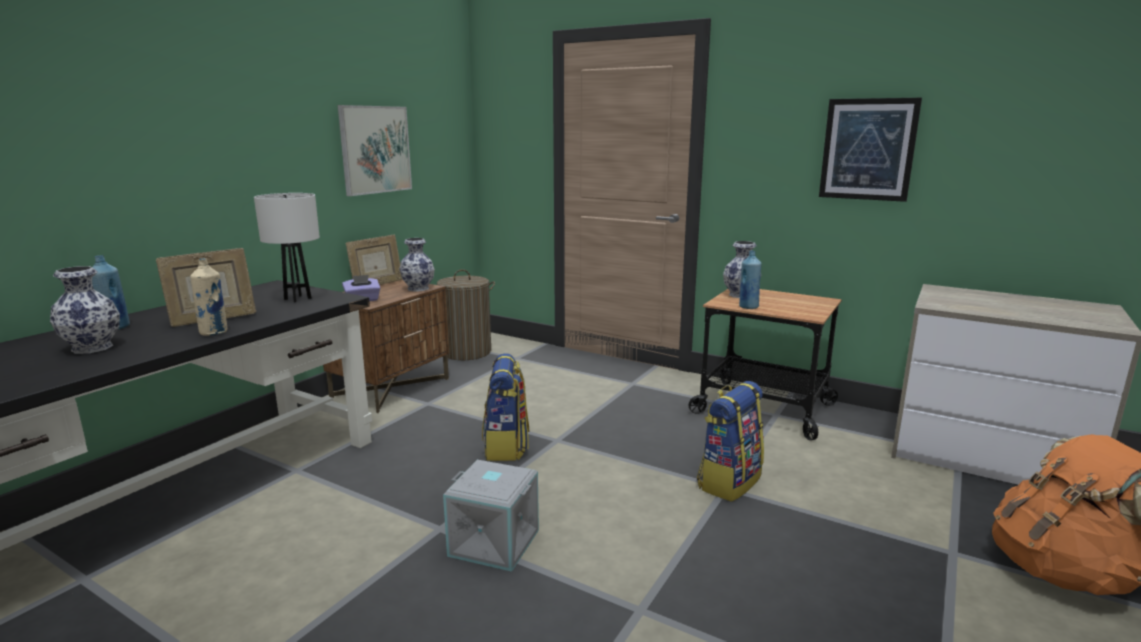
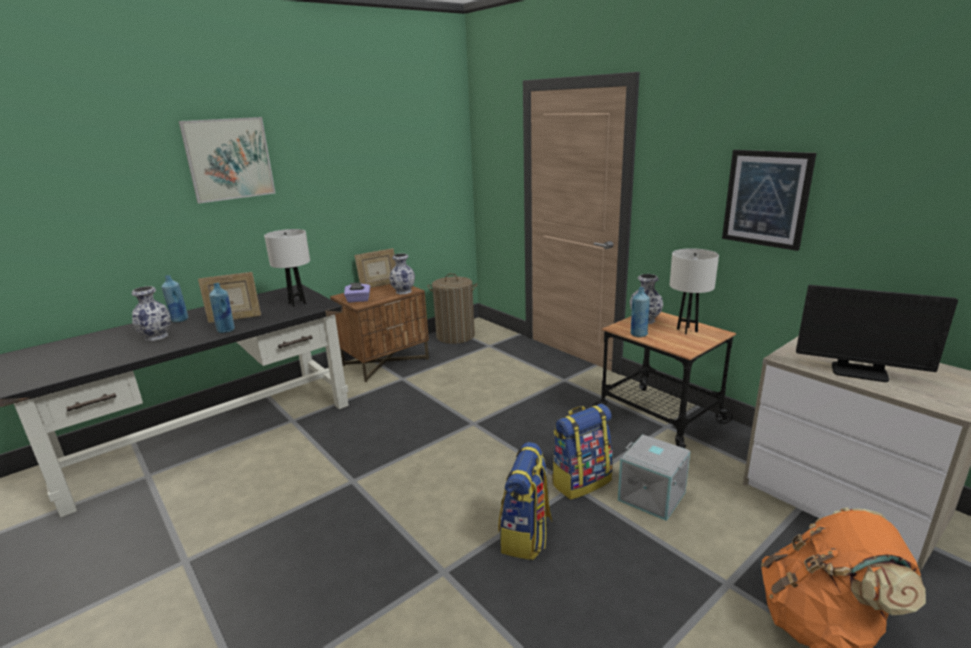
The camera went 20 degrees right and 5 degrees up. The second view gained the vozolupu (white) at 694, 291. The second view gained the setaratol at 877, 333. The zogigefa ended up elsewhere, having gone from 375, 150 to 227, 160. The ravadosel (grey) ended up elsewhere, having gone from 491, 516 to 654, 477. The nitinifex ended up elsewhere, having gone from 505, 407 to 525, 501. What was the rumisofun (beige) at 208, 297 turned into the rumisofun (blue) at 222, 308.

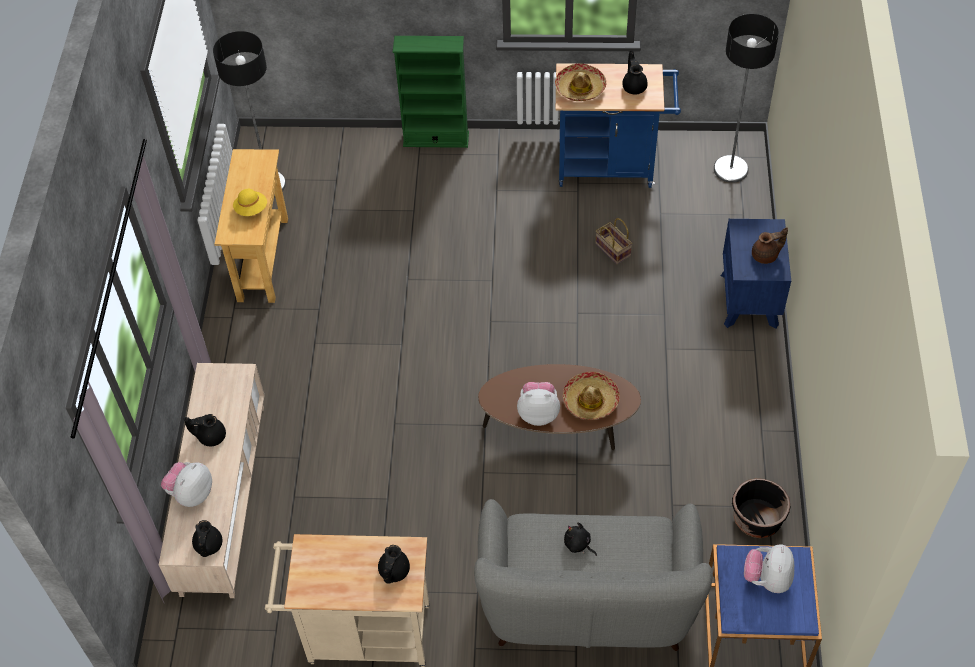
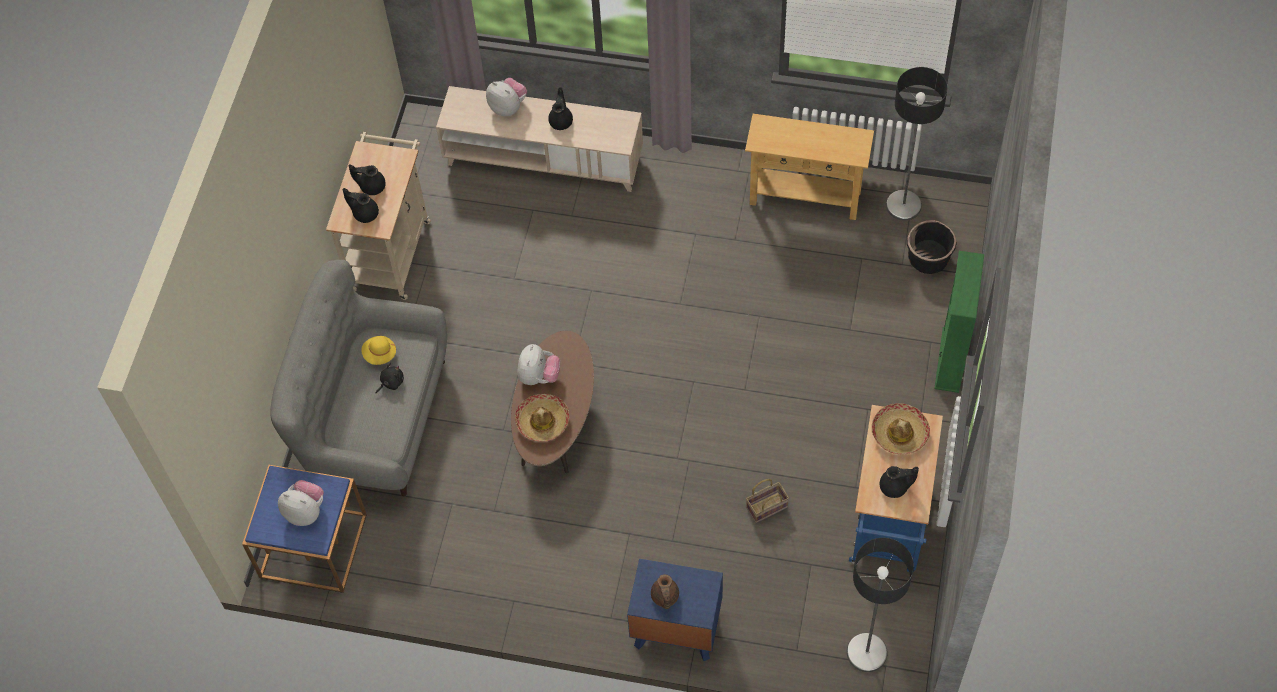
The camera went 100 degrees right and 5 degrees up. The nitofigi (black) ended up elsewhere, having gone from 207, 538 to 367, 179. The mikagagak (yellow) ended up elsewhere, having gone from 250, 202 to 378, 350. The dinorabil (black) ended up elsewhere, having gone from 761, 508 to 932, 247.

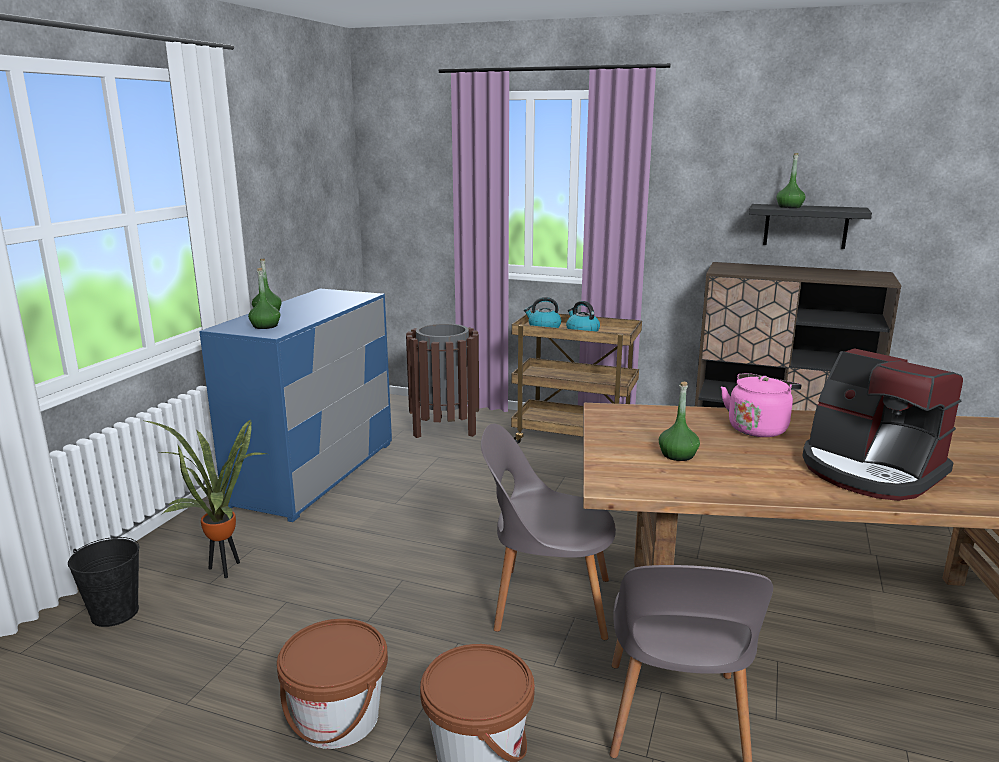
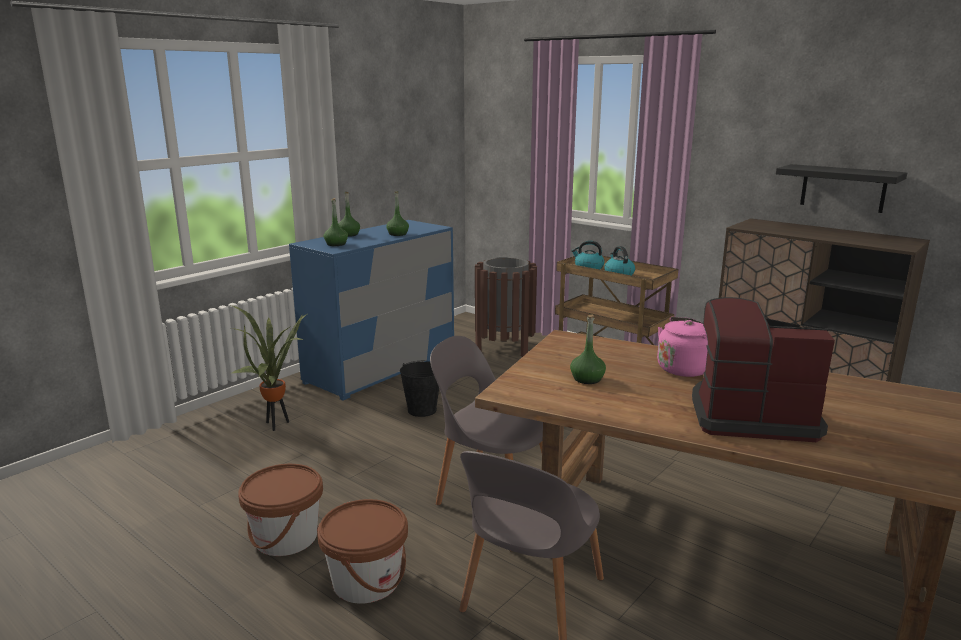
The camera went 20 degrees right and 0 degrees up. The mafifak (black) ended up elsewhere, having gone from 103, 582 to 419, 389. The rumisofun (green) ended up elsewhere, having gone from 791, 180 to 397, 213. The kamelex at 883, 424 ended up facing another way, 120 degrees clockwise from before.

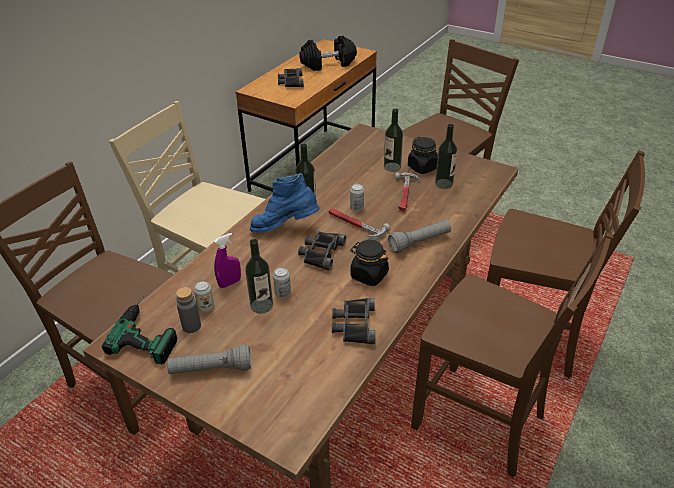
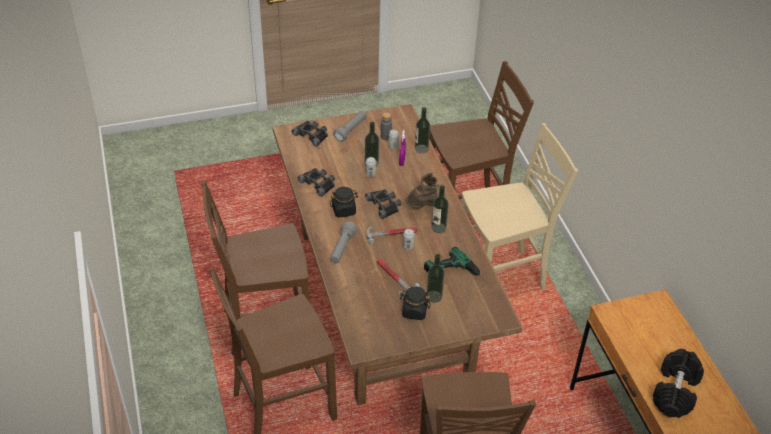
The camera went 130 degrees right and 5 degrees up. The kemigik ended up elsewhere, having gone from 139, 330 to 454, 264. The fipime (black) ended up elsewhere, having gone from 291, 77 to 310, 134. The rumisofun ended up elsewhere, having gone from 446, 156 to 422, 130. What was the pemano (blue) at 284, 203 turned into the pemano (brown) at 424, 190.

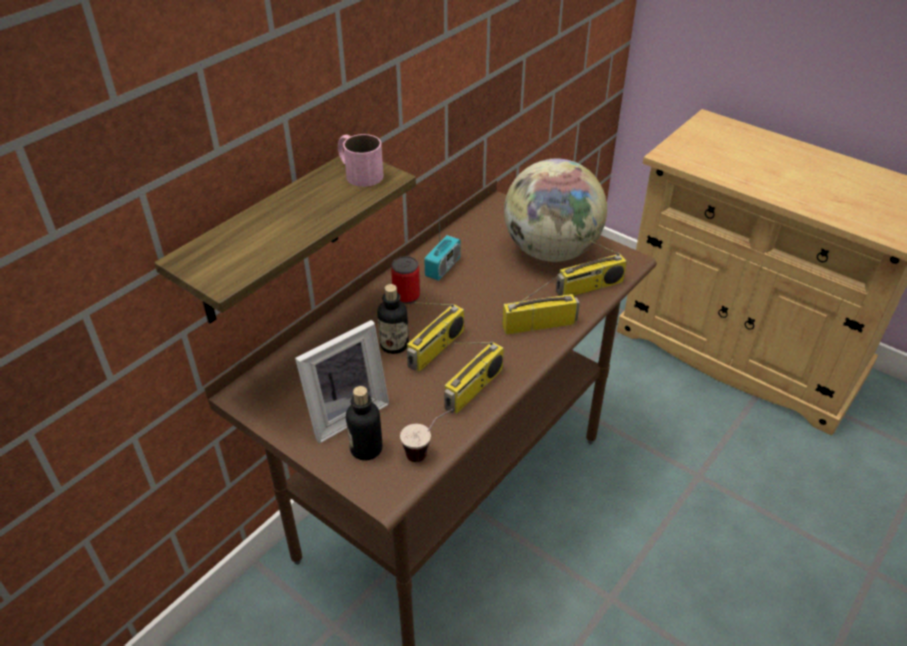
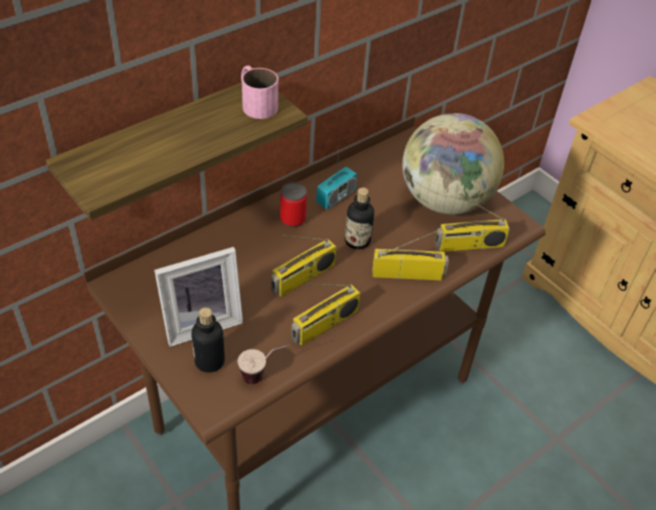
The camera went 10 degrees right and 5 degrees up. The rumisofun ended up elsewhere, having gone from 393, 319 to 359, 219.

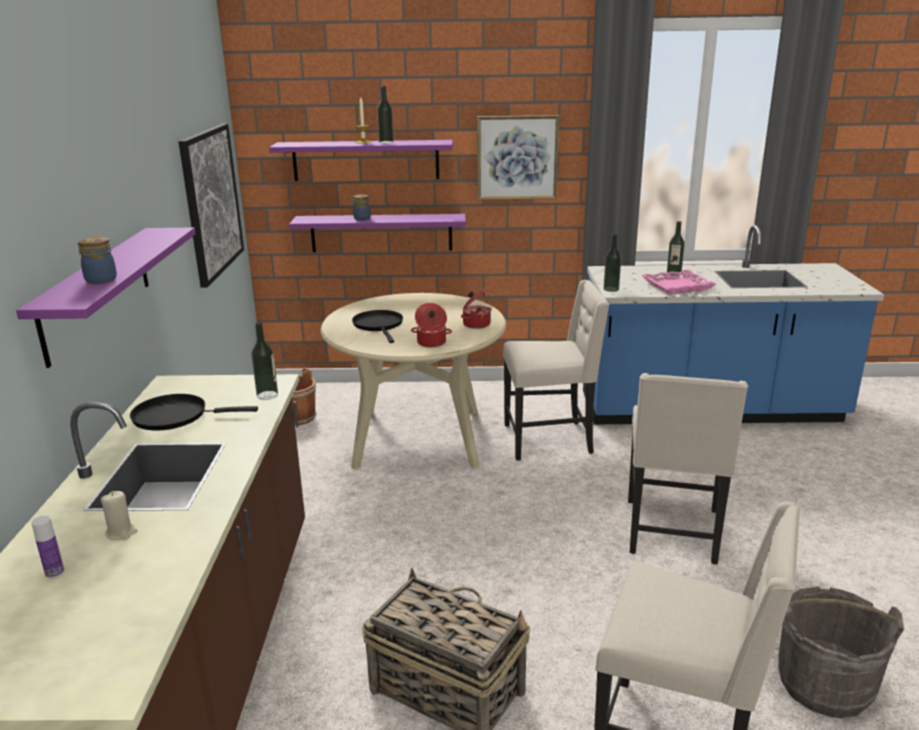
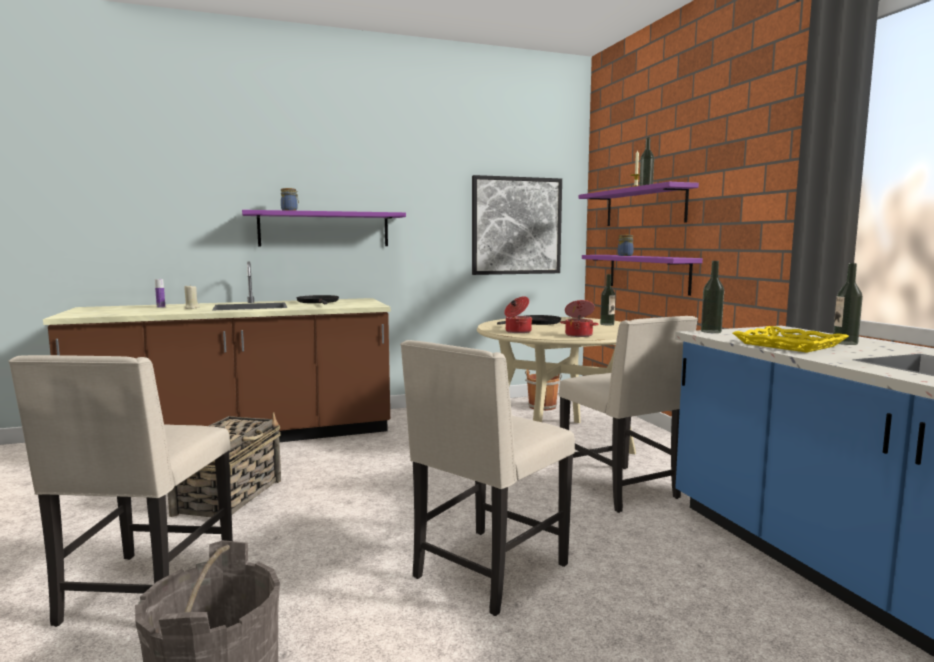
The camera went 70 degrees right and 15 degrees down. The second view lost the zogigefa at 518, 157. The rumisofun ended up elsewhere, having gone from 264, 361 to 607, 299. What was the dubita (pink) at 679, 282 turned into the dubita (yellow) at 791, 339. The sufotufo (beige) at 688, 468 ended up facing another way, 45 degrees counterclockwise from before.

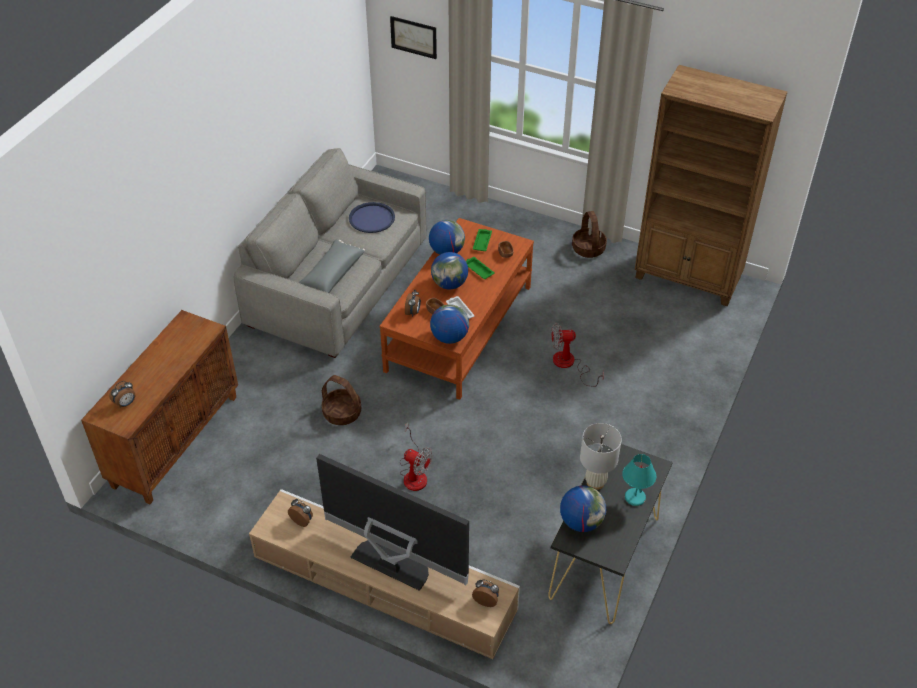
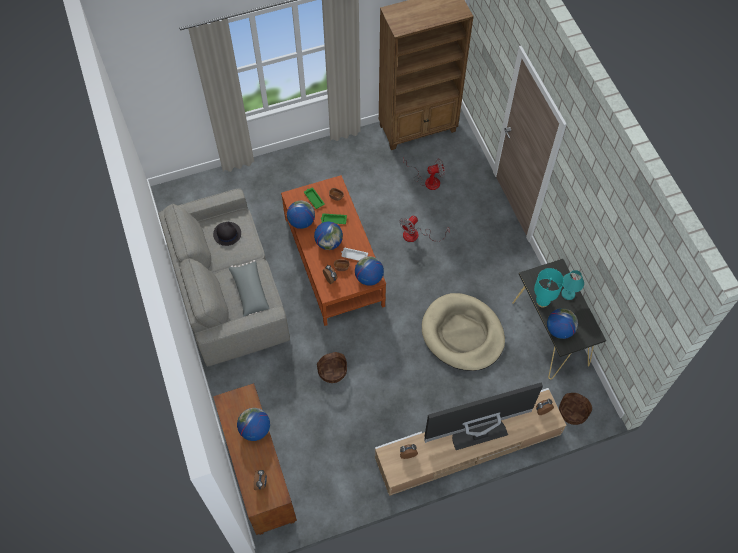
The camera went 45 degrees left and 15 degrees up. The second view lost the zogigefa at 413, 37. The second view gained the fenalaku at 253, 424. The second view gained the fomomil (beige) at 463, 332. The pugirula ended up elsewhere, having gone from 416, 456 to 424, 173. The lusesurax ended up elsewhere, having gone from 589, 234 to 575, 409. Where the dubita (blue) stood at 372, 217, the mikagagak (black) came to stand at 227, 234. What was the vozolupu (white) at 601, 456 turned into the vozolupu (turquoise) at 549, 287.

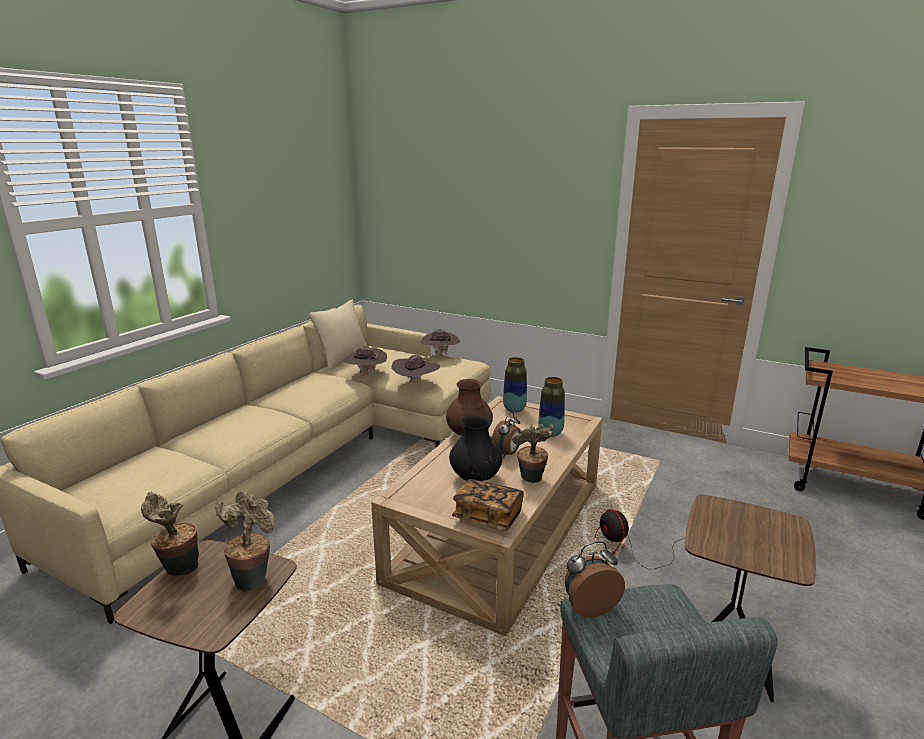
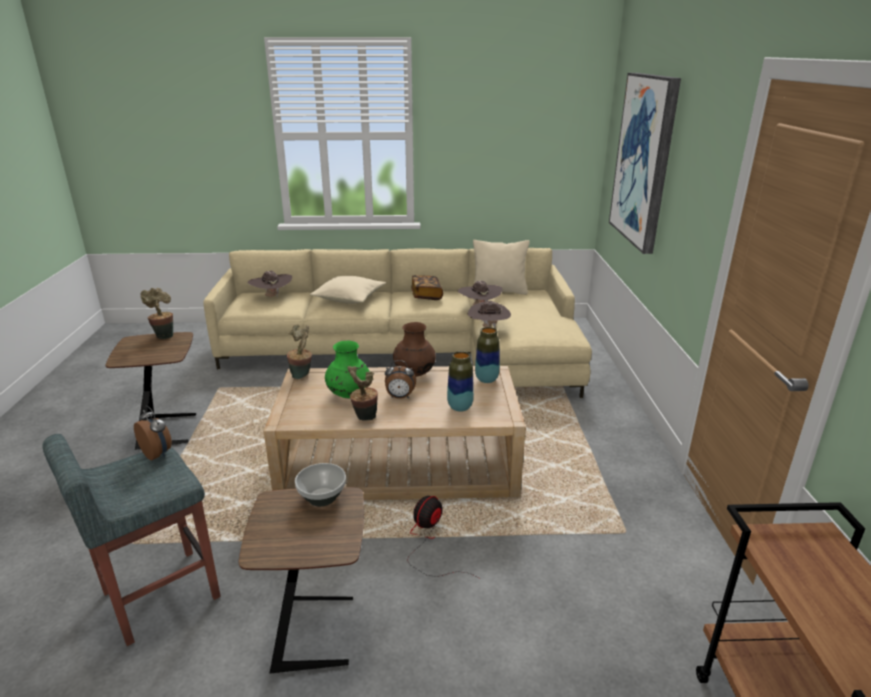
The camera went 60 degrees right and 5 degrees up. The second view gained the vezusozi at 320, 484. The second view gained the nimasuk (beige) at 348, 290. The second view gained the zogigefa at 645, 163. The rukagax ended up elsewhere, having gone from 245, 541 to 299, 352. The mikagagak (brown) ended up elsewhere, having gone from 440, 342 to 269, 284. The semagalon ended up elsewhere, having gone from 488, 505 to 427, 287. What was the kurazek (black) at 476, 448 turned into the kurazek (green) at 347, 370.

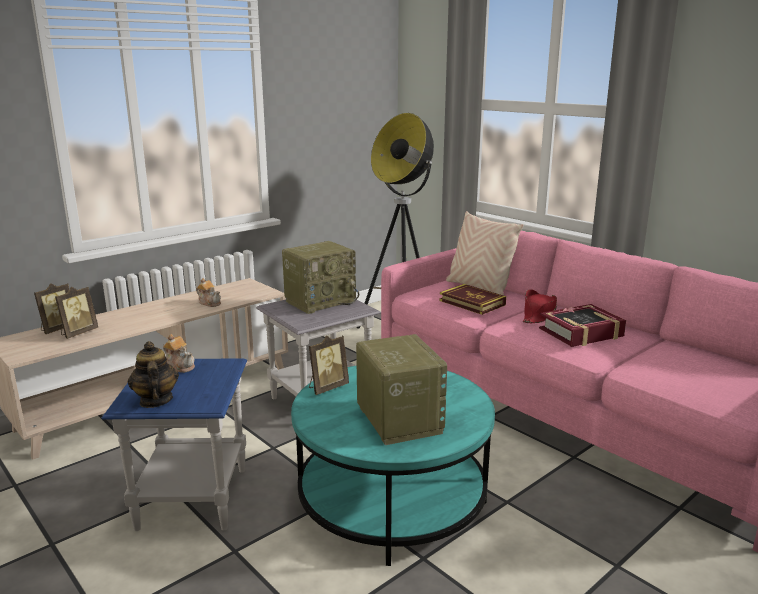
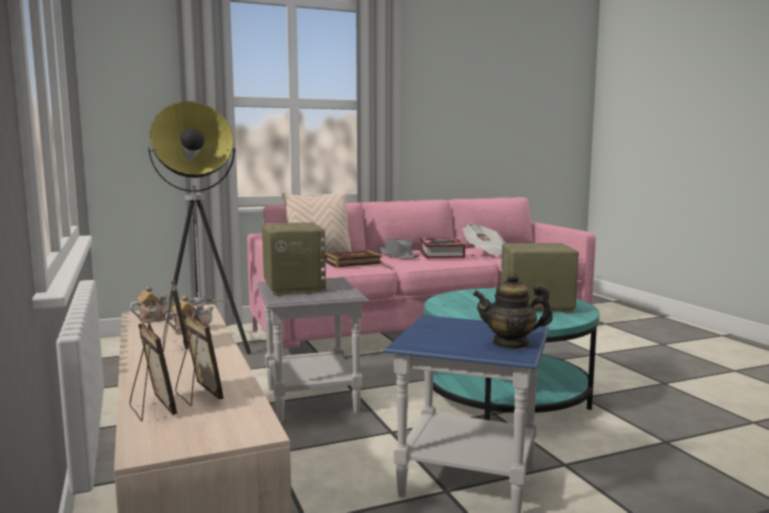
The camera went 70 degrees left and 10 degrees down. The second view gained the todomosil at 483, 239. The nitofigi ended up elsewhere, having gone from 179, 353 to 152, 304. The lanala ended up elsewhere, having gone from 329, 365 to 176, 316. What was the mikagagak (red) at 540, 306 turned into the mikagagak (grey) at 399, 248.

